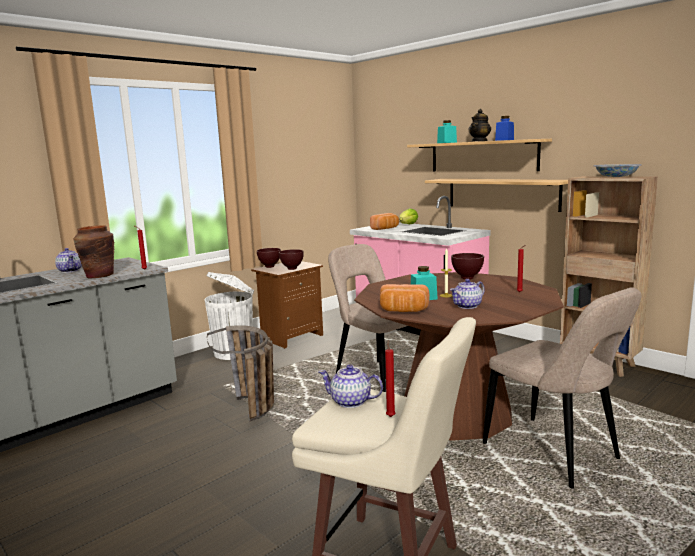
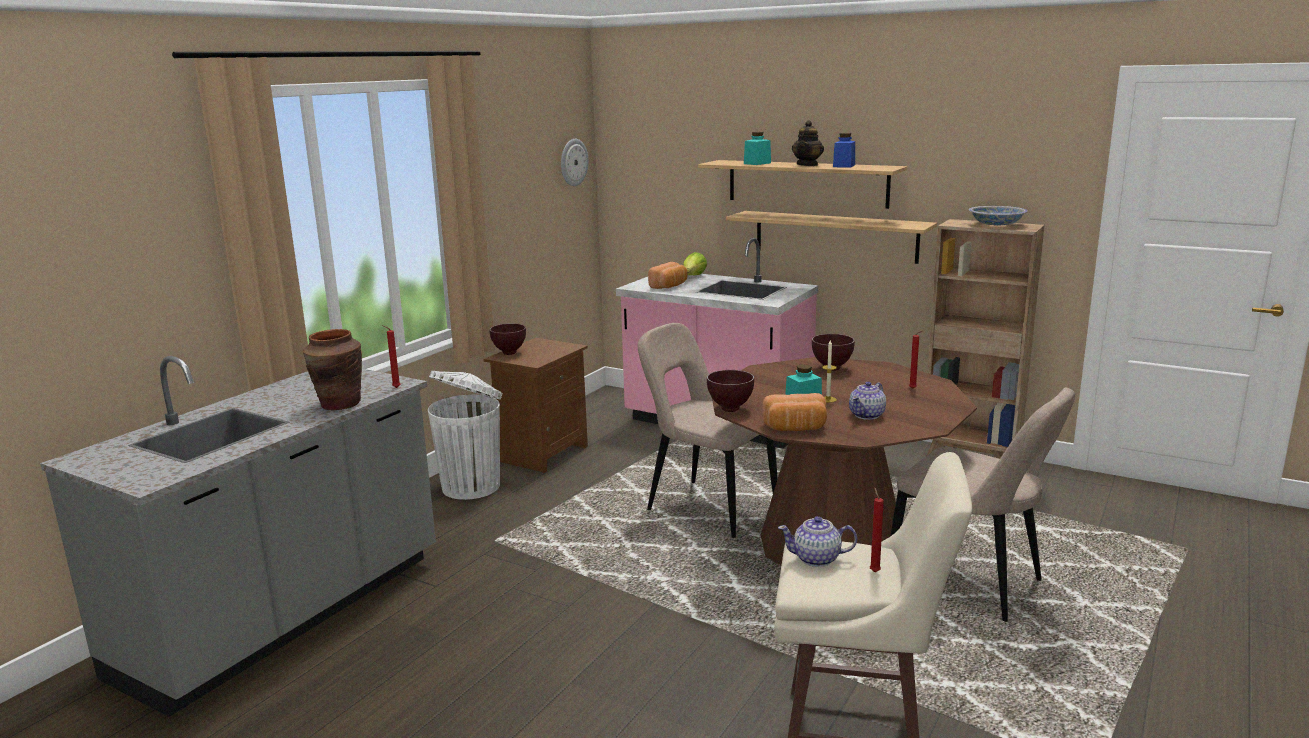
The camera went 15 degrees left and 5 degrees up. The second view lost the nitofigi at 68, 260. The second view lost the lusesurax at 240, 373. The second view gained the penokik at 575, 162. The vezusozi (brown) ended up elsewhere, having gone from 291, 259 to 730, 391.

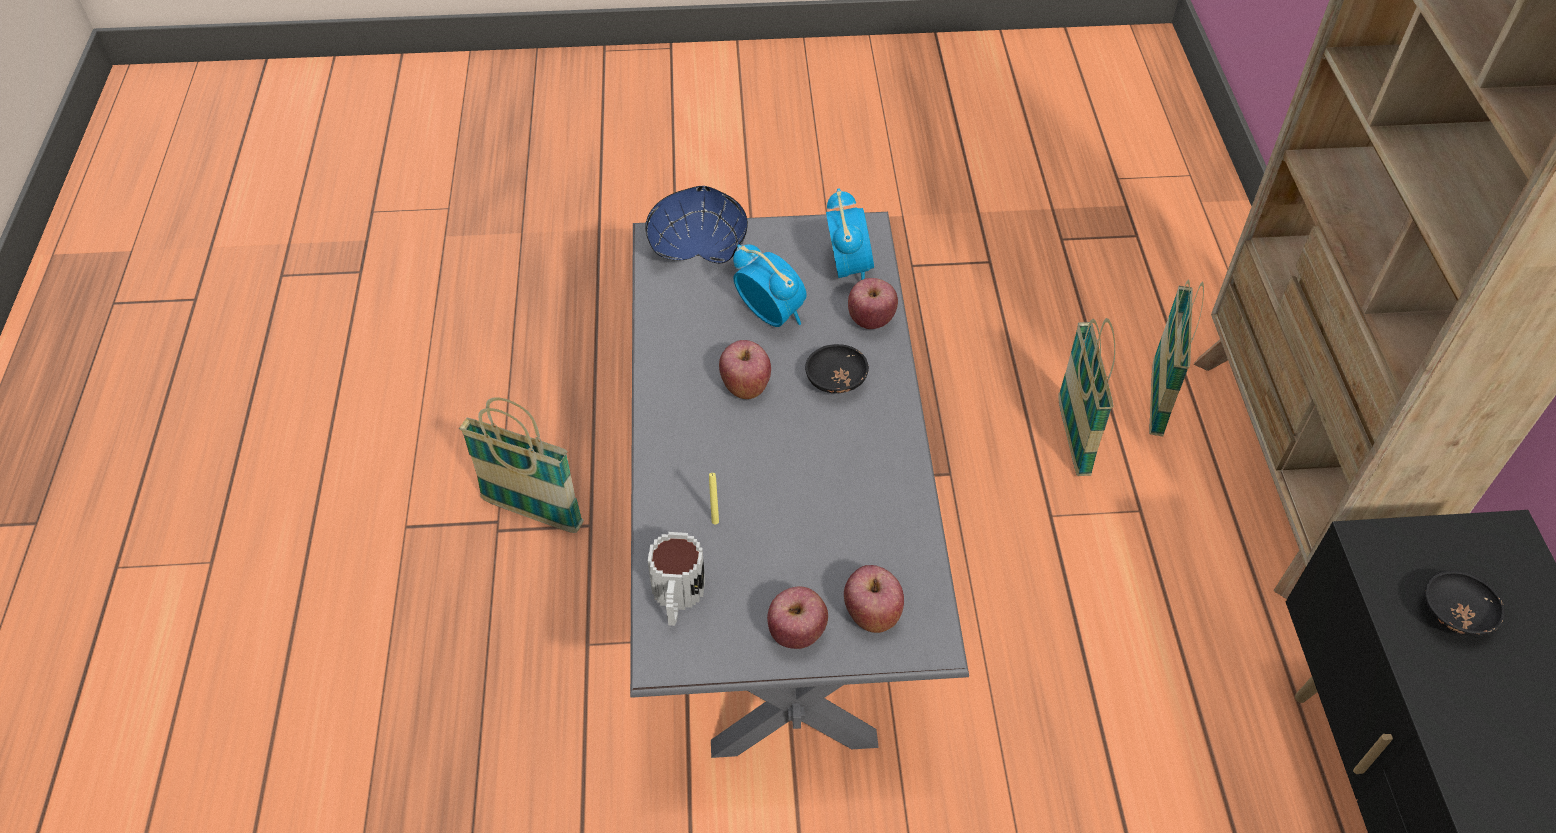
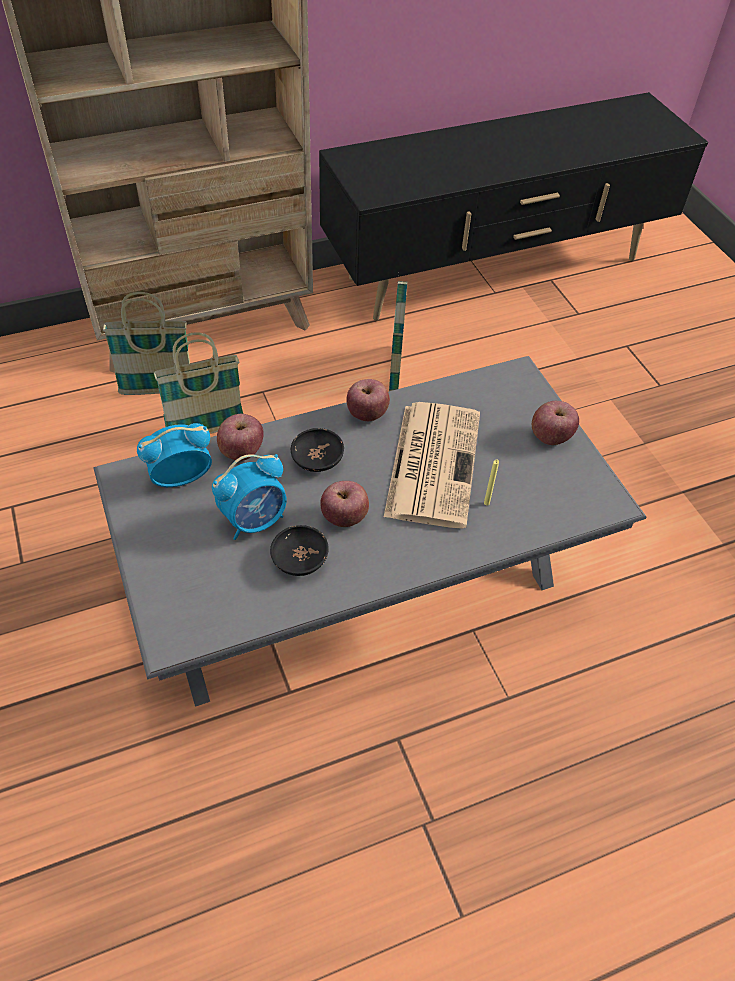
The camera went 110 degrees left and 0 degrees up. The second view lost the vezusozi (blue) at 696, 224. The second view lost the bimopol at 676, 579. The second view gained the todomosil at 432, 465. The lusesurax ended up elsewhere, having gone from 521, 465 to 398, 336. The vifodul ended up elsewhere, having gone from 874, 599 to 368, 400. The vezusozi (black) ended up elsewhere, having gone from 1465, 603 to 299, 550. The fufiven at 770, 285 ended up facing another way, 150 degrees counterclockwise from before.

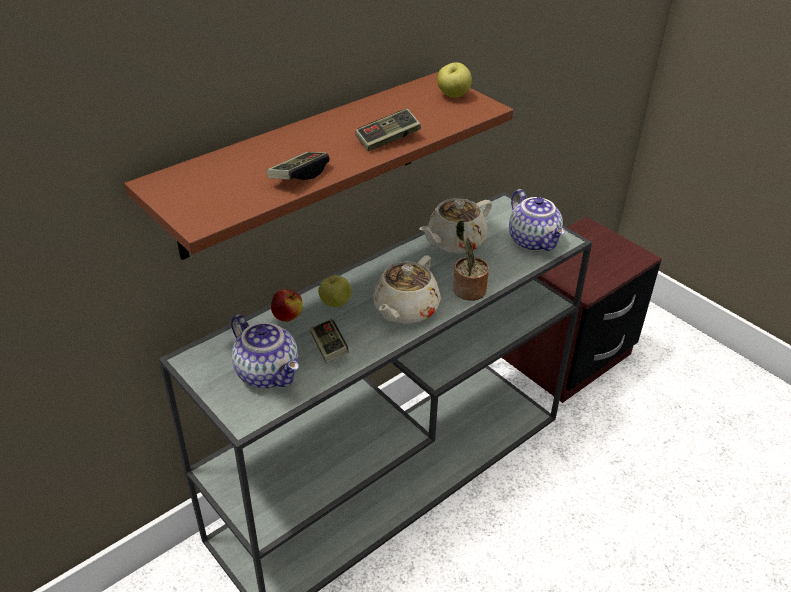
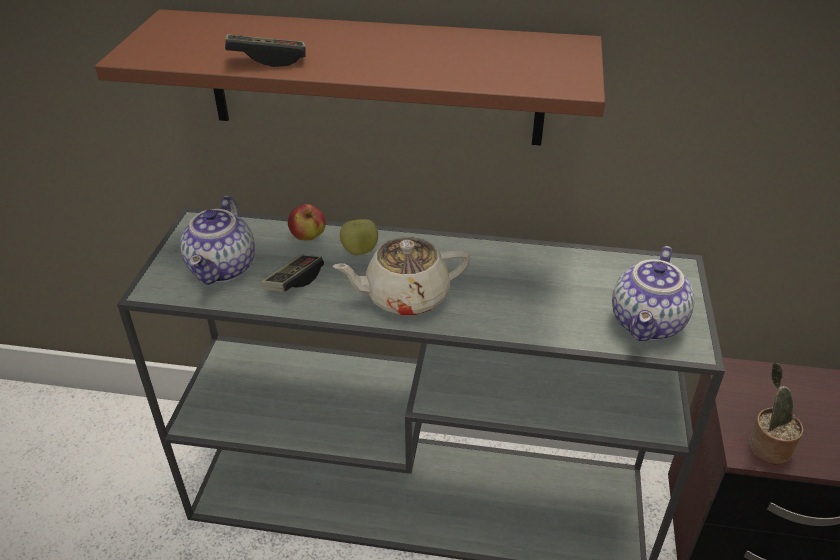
The camera went 50 degrees right and 0 degrees up. The second view lost the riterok at 388, 130. The second view lost the nitofigi (beige) at 455, 226. The second view lost the vifodul at 454, 80. The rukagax ended up elsewhere, having gone from 471, 260 to 775, 414.

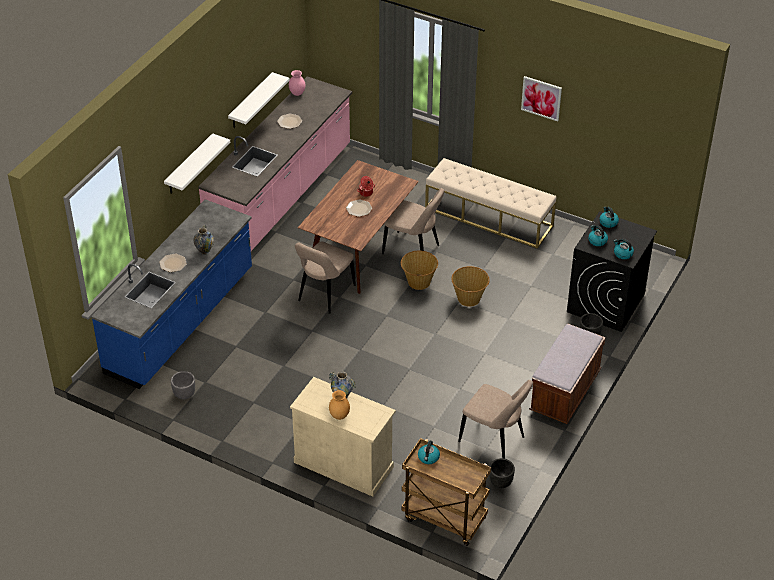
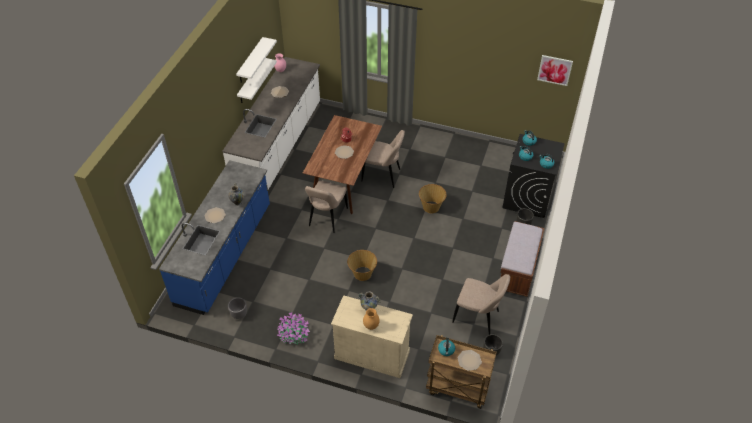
The camera went 10 degrees left and 5 degrees up. The second view lost the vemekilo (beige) at 490, 203. The second view gained the rukagax at 293, 328. The second view gained the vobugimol at 470, 360. The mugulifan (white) ended up elsewhere, having gone from 197, 163 to 256, 60. The lusesurax ended up elsewhere, having gone from 419, 270 to 362, 265. The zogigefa ended up elsewhere, having gone from 541, 98 to 555, 70. What was the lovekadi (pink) at 275, 163 turned into the lovekadi (white) at 271, 123.

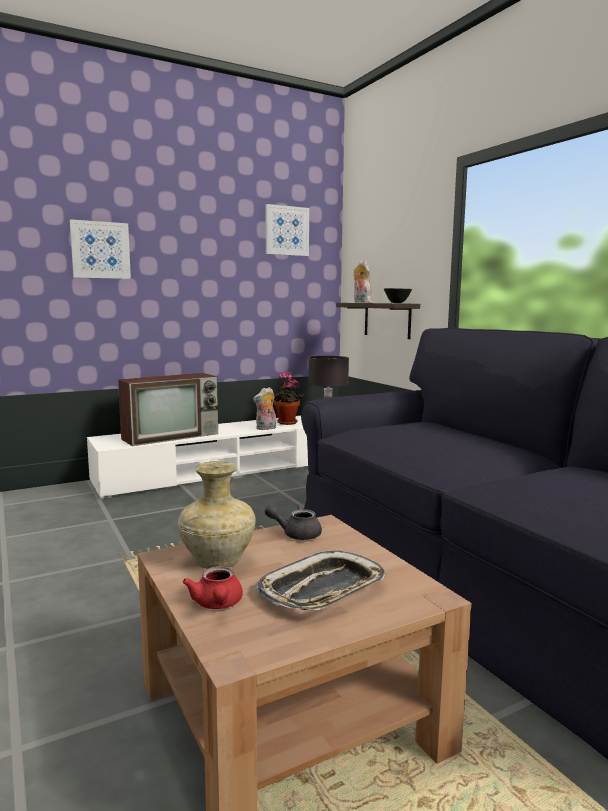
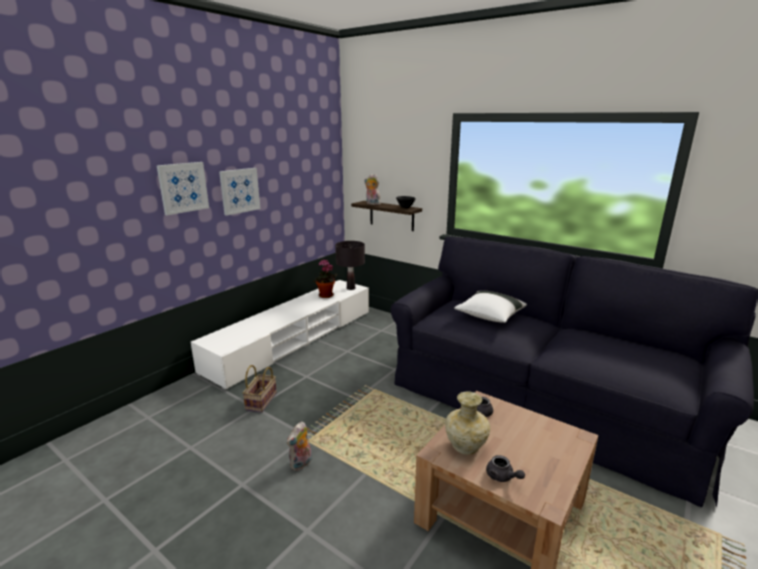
The camera went 25 degrees left and 10 degrees up. The second view lost the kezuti at 168, 409. The second view lost the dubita at 321, 580. The second view gained the lusesurax at 260, 388. The second view gained the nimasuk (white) at 490, 307. The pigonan ended up elsewhere, having gone from 264, 408 to 299, 446. The zogigefa ended up elsewhere, having gone from 287, 230 to 239, 192. What was the nitofigi (red) at 213, 587 turned into the nitofigi (grey) at 505, 468.

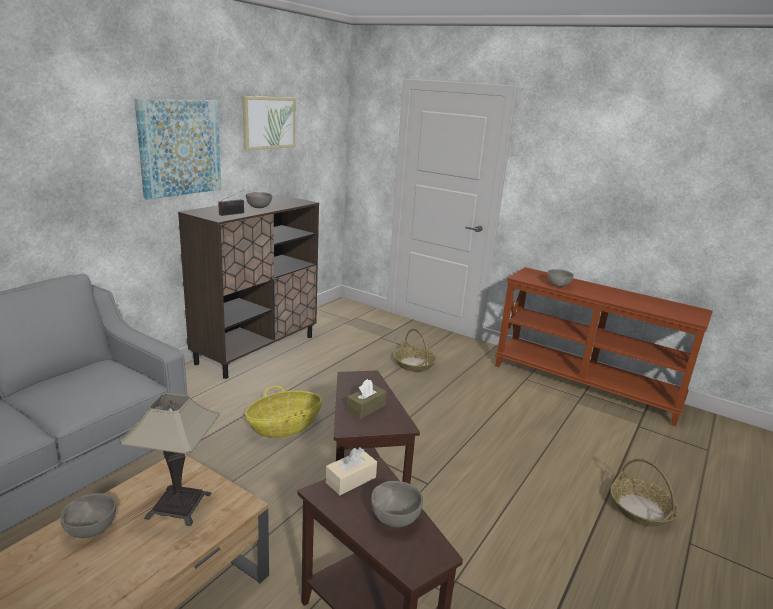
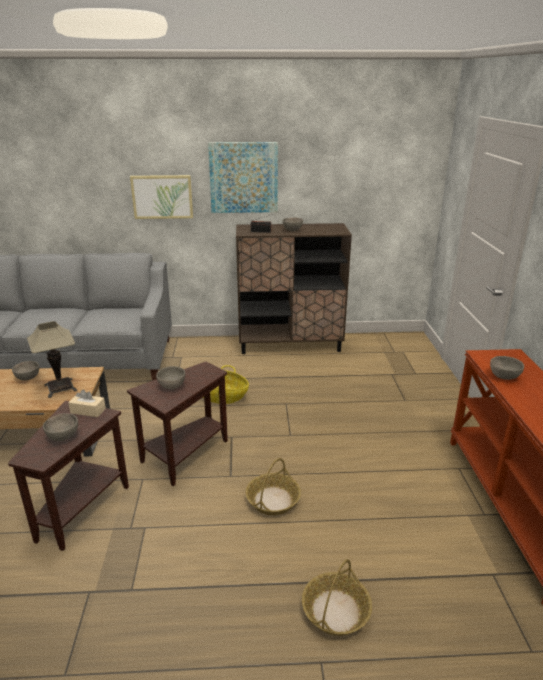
The camera went 55 degrees right and 5 degrees up. The zogigefa ended up elsewhere, having gone from 269, 123 to 161, 197. The lusesurax ended up elsewhere, having gone from 415, 350 to 273, 486. Where the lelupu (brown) stood at 366, 399, the vezusozi (grey) came to stand at 170, 377.

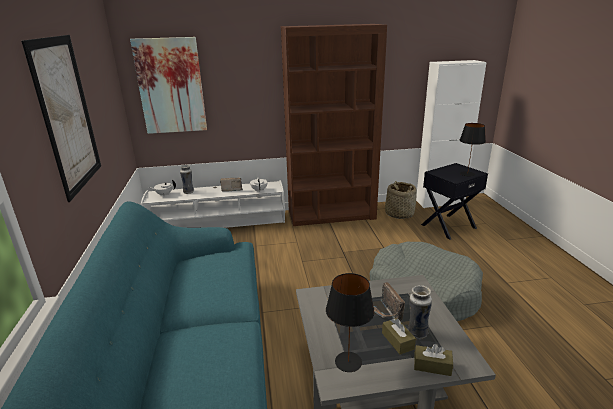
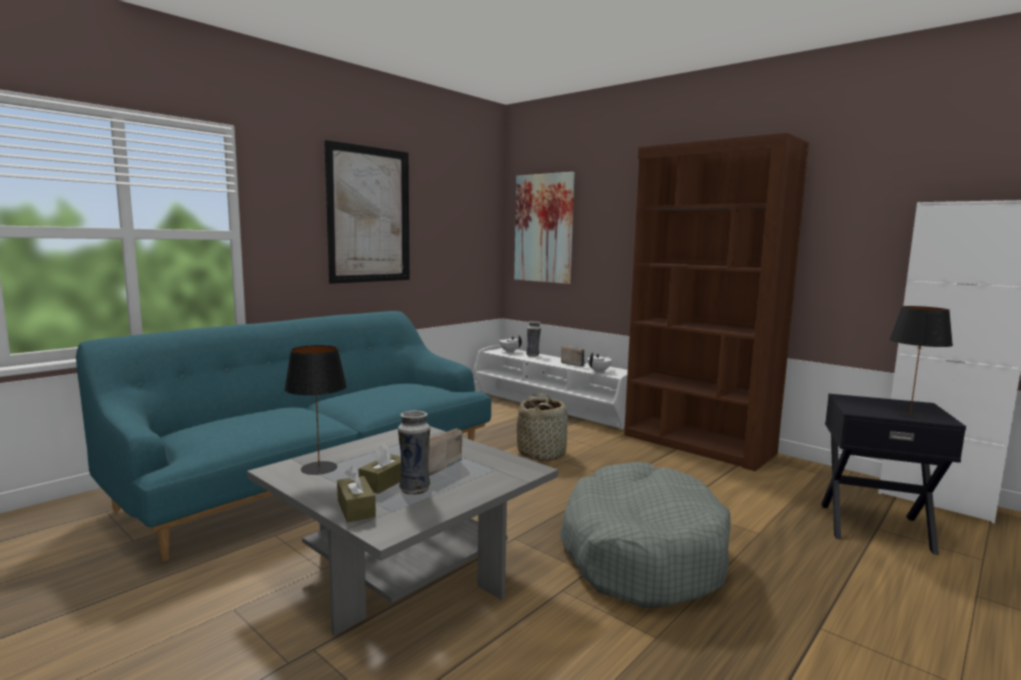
The camera went 50 degrees right and 15 degrees down. The lusesurax ended up elsewhere, having gone from 401, 200 to 542, 427.

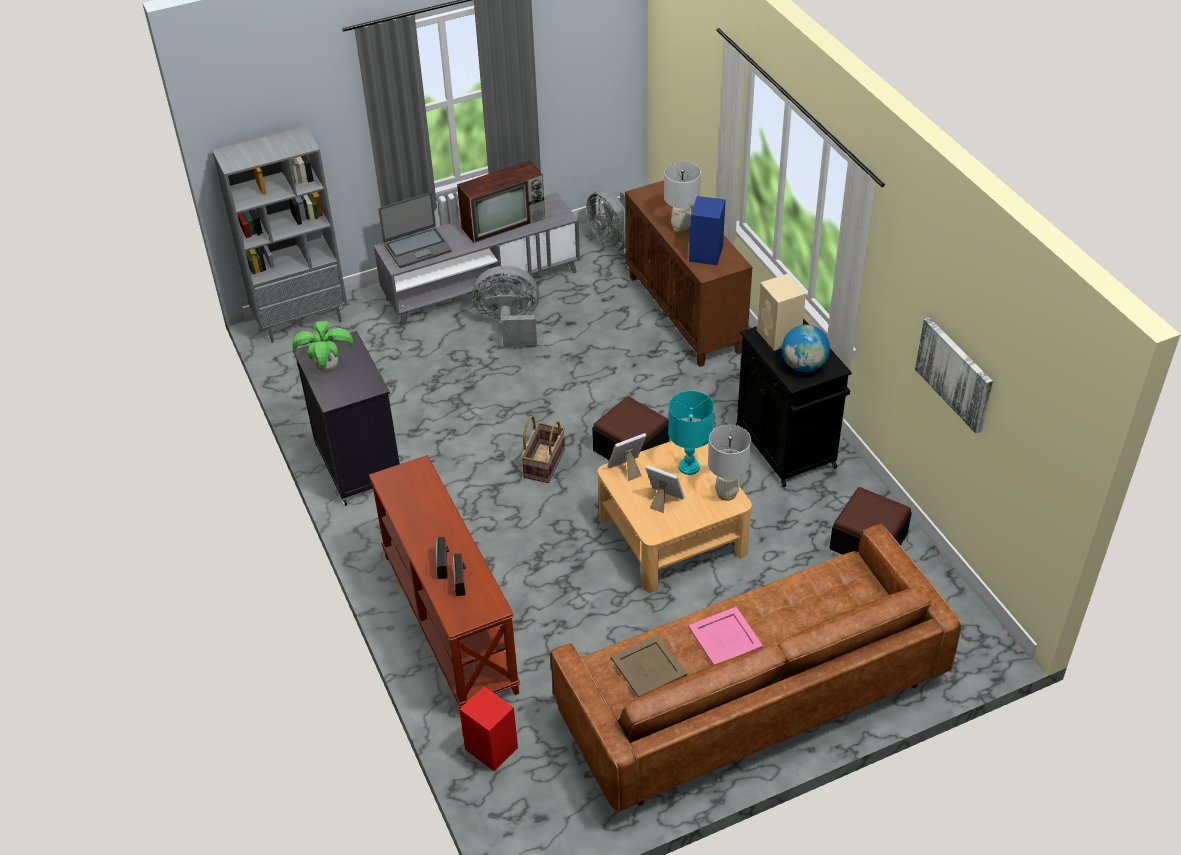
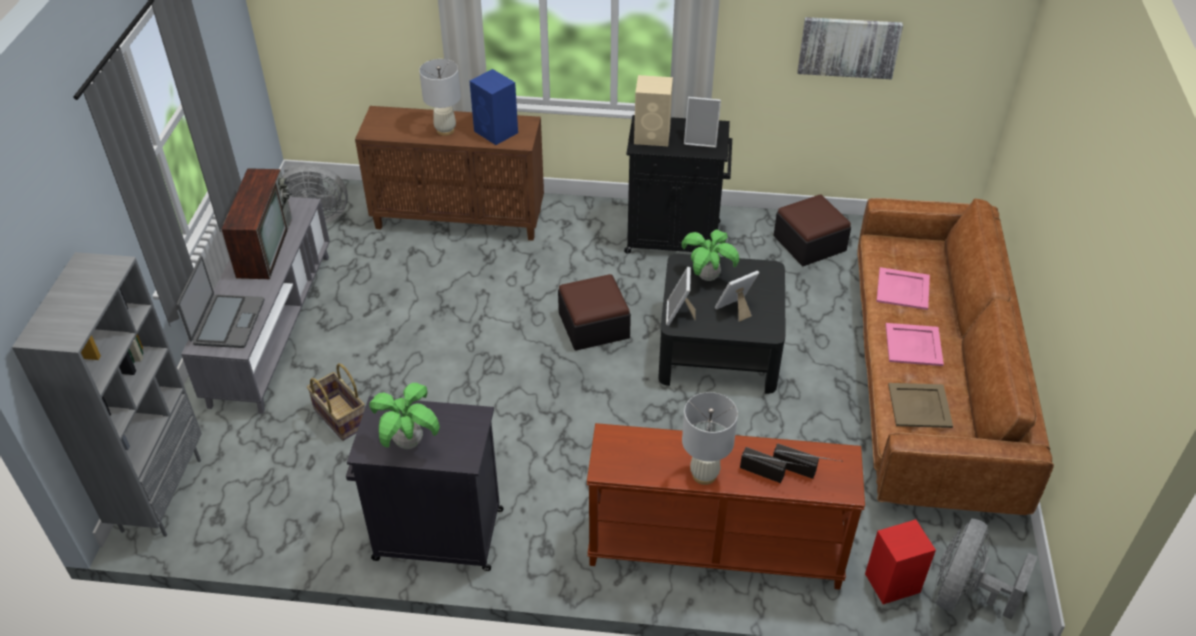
The camera went 60 degrees left and 0 degrees up. The second view gained the dubita (pink) at 903, 288. The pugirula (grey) ended up elsewhere, having gone from 505, 306 to 986, 569. The lusesurax ended up elsewhere, having gone from 543, 449 to 336, 402. The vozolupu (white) ended up elsewhere, having gone from 729, 463 to 710, 438. Where the vozolupu (turquoise) stood at 691, 433, the rukagax came to stand at 710, 255. Where the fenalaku stood at 806, 348, the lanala came to stand at 702, 122. What was the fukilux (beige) at 675, 516 turned into the fukilux (black) at 722, 324.

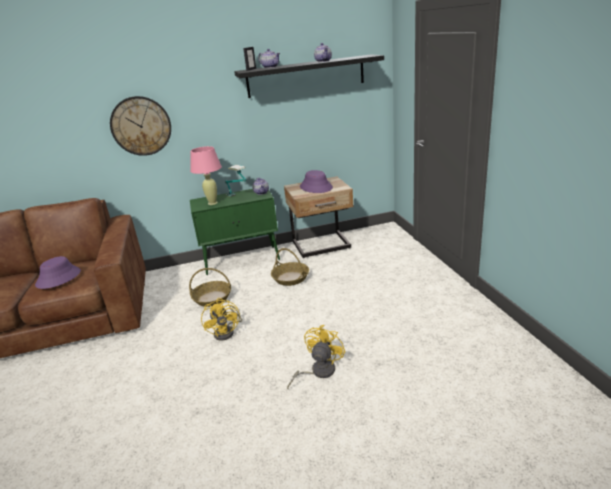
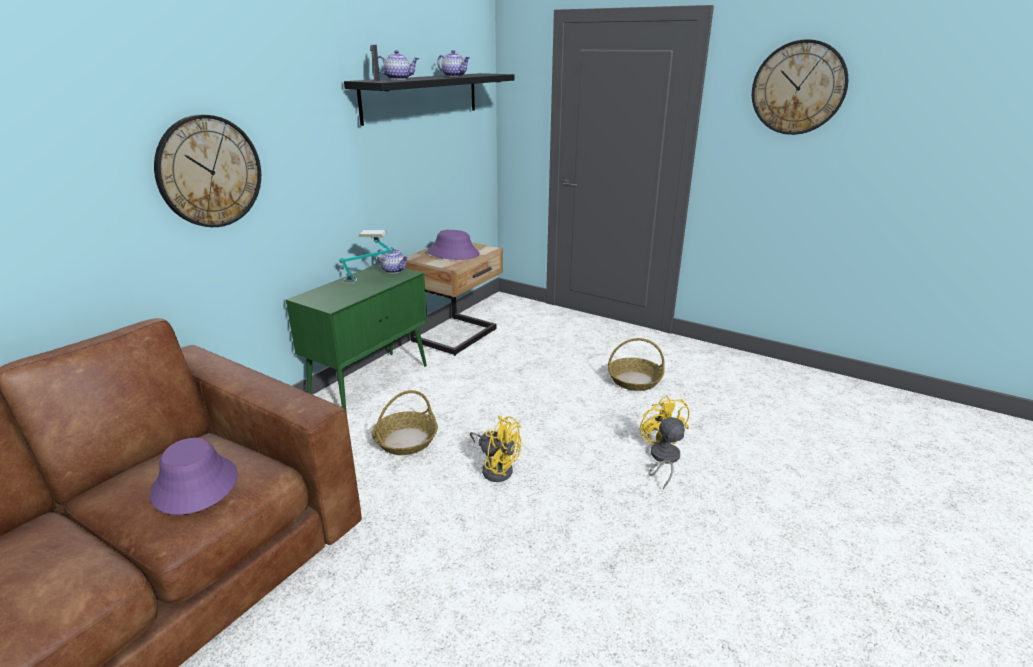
The camera went 45 degrees left and 0 degrees up. The second view lost the vozolupu (pink) at 206, 175. The second view gained the penokik at 800, 87. The lusesurax ended up elsewhere, having gone from 290, 267 to 636, 364.

